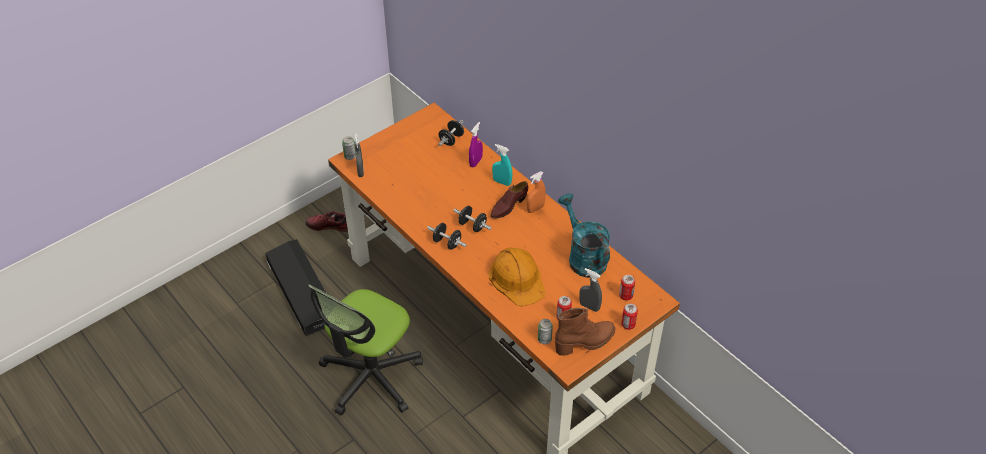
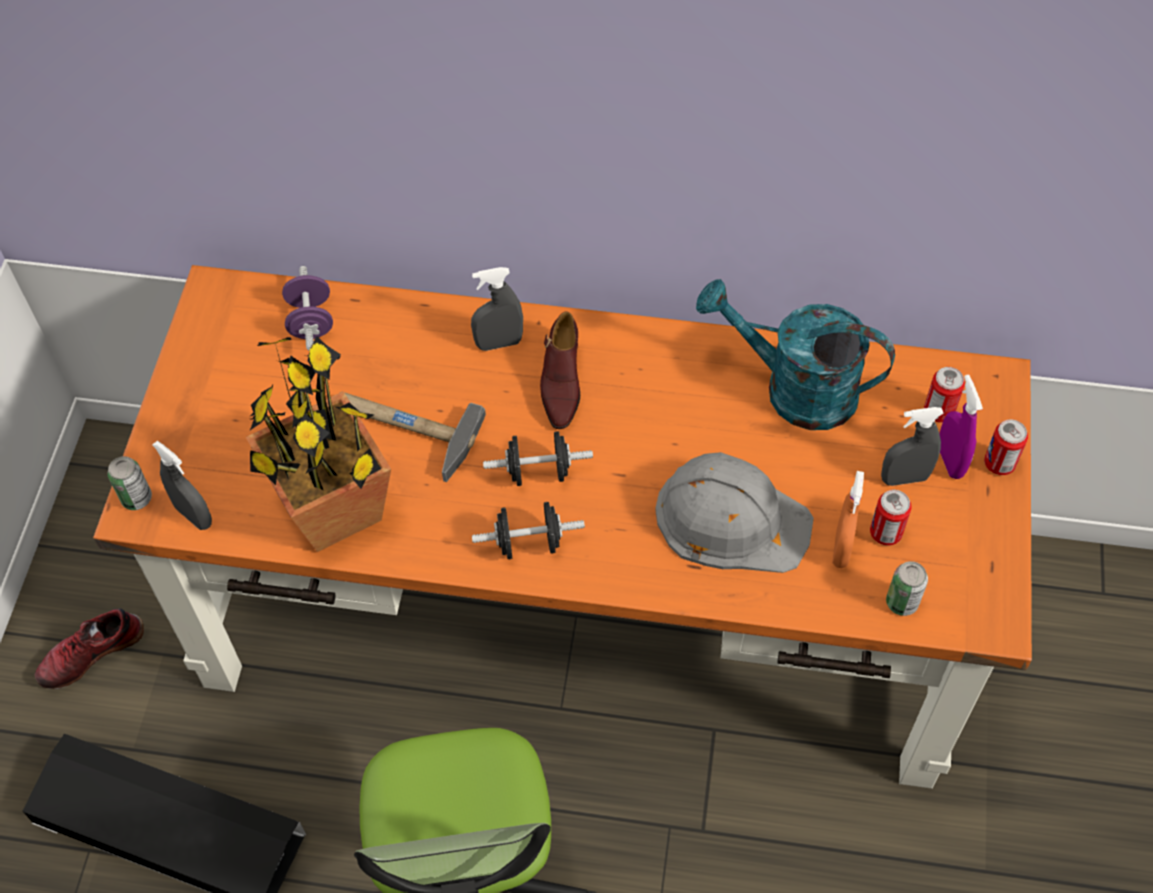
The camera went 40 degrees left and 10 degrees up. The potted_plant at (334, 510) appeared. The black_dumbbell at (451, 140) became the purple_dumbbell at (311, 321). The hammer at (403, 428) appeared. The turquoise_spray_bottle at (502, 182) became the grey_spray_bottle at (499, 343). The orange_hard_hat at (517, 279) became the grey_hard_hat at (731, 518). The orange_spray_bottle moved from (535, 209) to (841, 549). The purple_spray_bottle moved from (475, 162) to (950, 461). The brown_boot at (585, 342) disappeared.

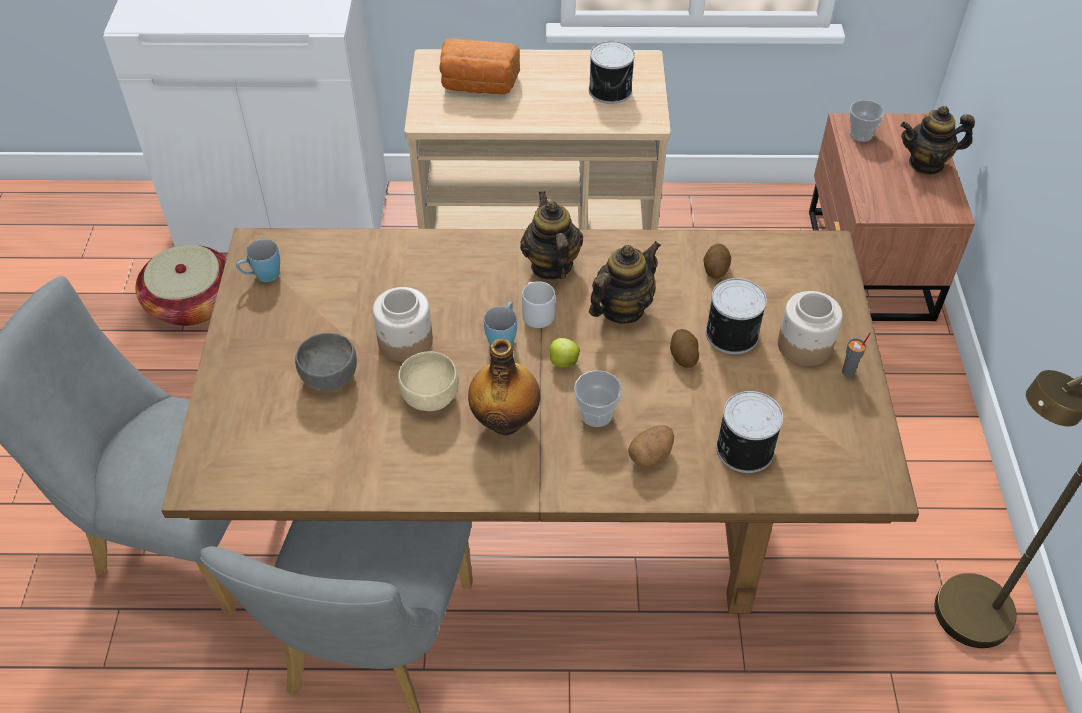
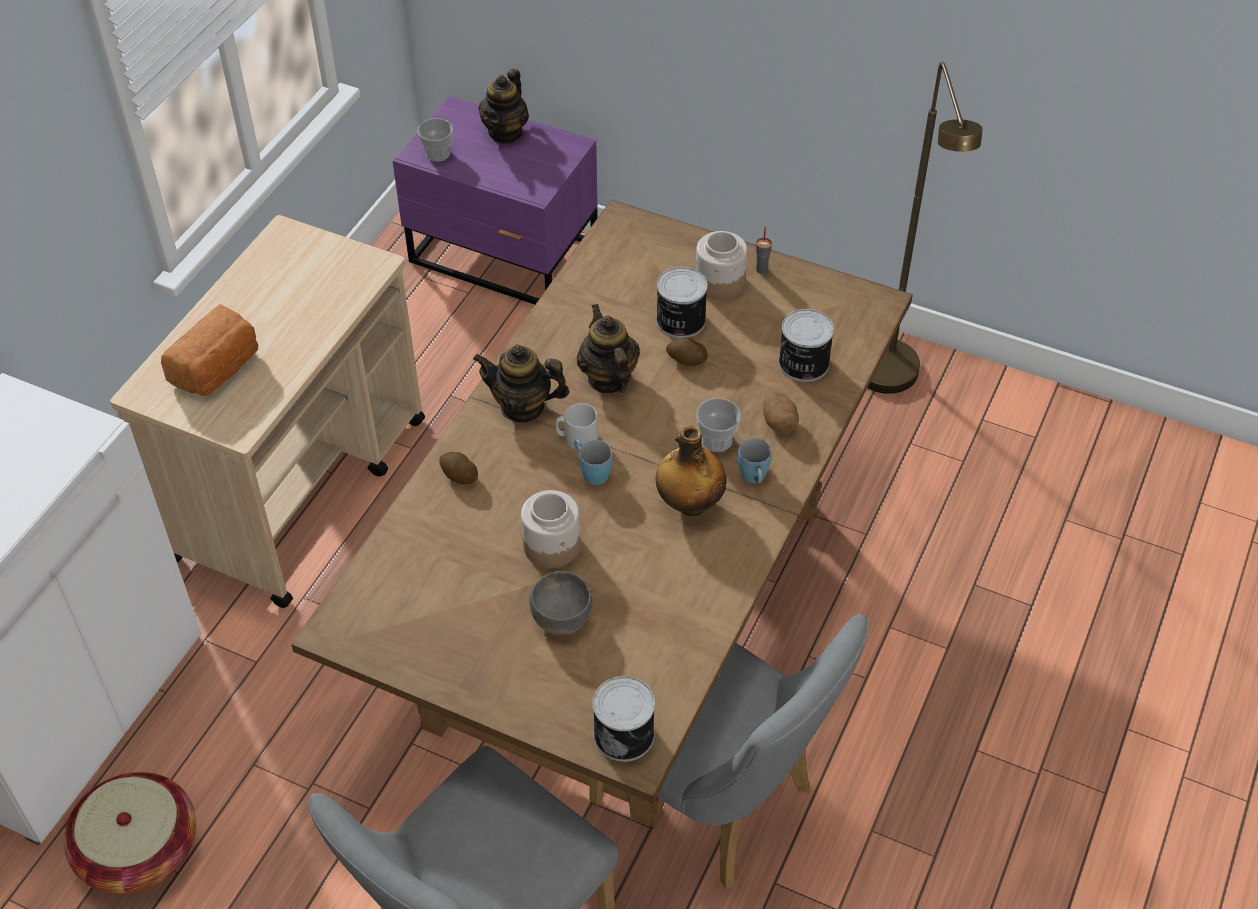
The camera went 65 degrees left and 0 degrees up. The brown_nightstand at (866, 266) became the purple_nightstand at (504, 256). The potato moved from (715, 269) to (459, 476). The can moved from (611, 90) to (625, 733). The blue_mug moved from (262, 276) to (754, 478). The beige_bowl at (430, 397) disappeared. The apple at (562, 362) disappeared.

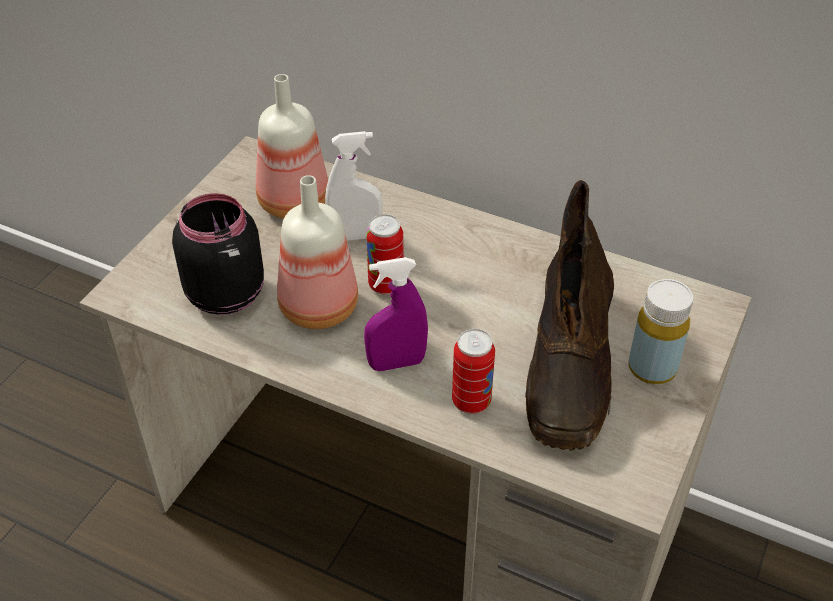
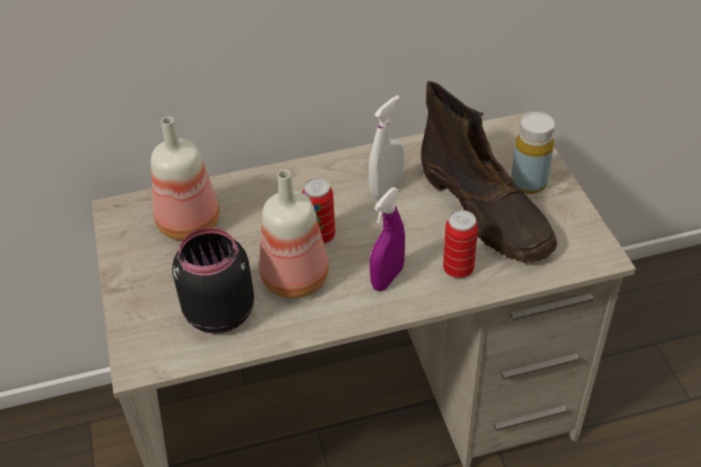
The camera went 40 degrees left and 0 degrees up. The white_spray_bottle moved from (355, 236) to (386, 188).

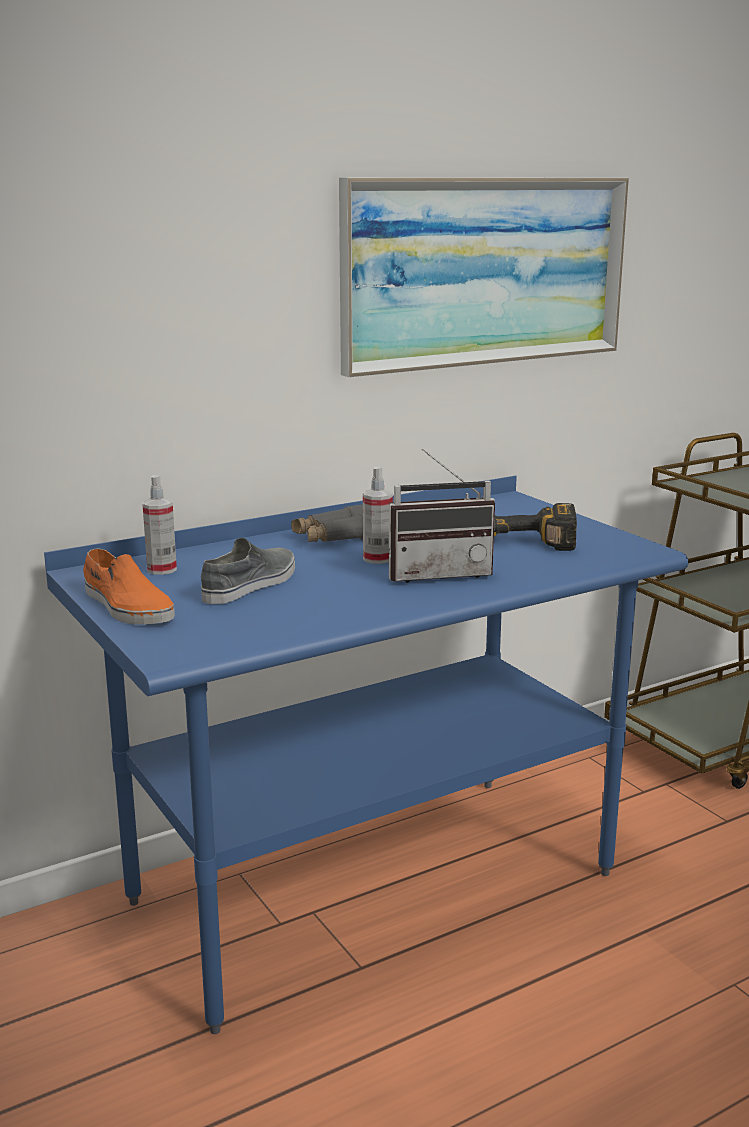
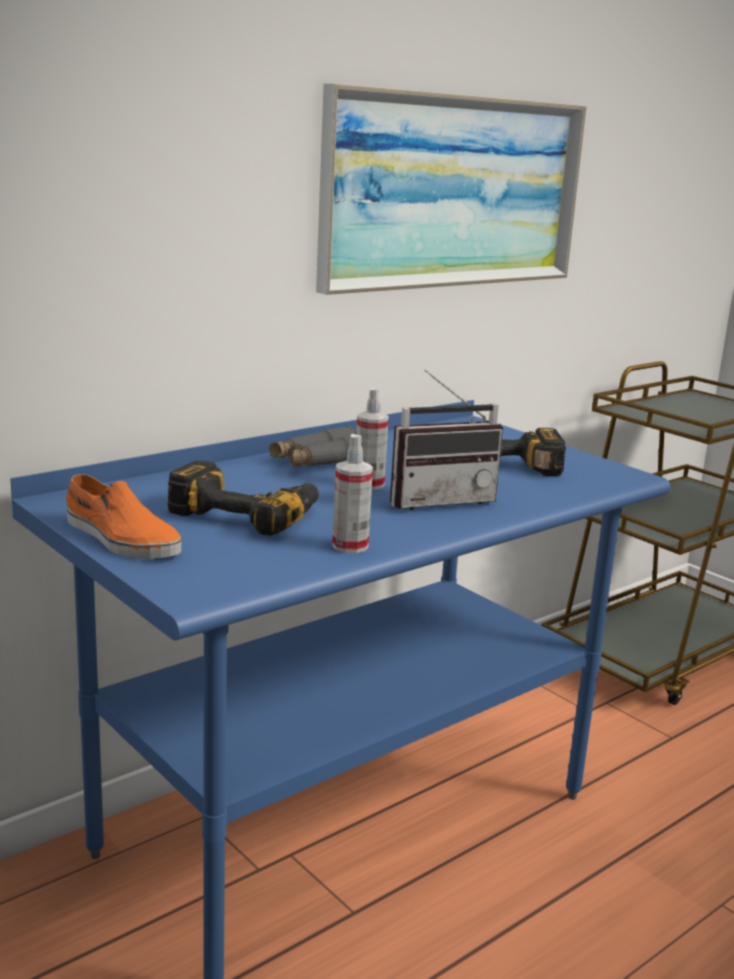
The camera went 10 degrees left and 0 degrees up. The grey_shoe at (251, 584) was replaced by the power_drill at (248, 512). The spray_bottle moved from (161, 569) to (350, 546).

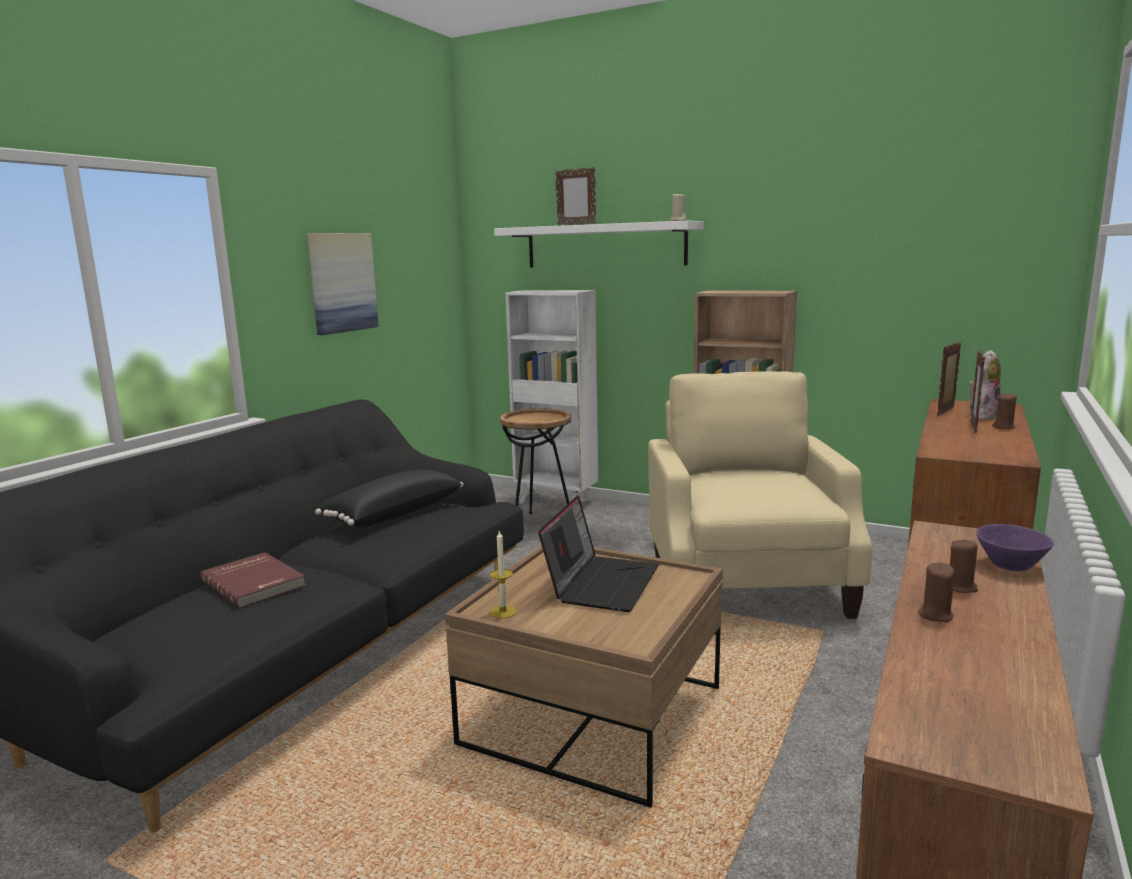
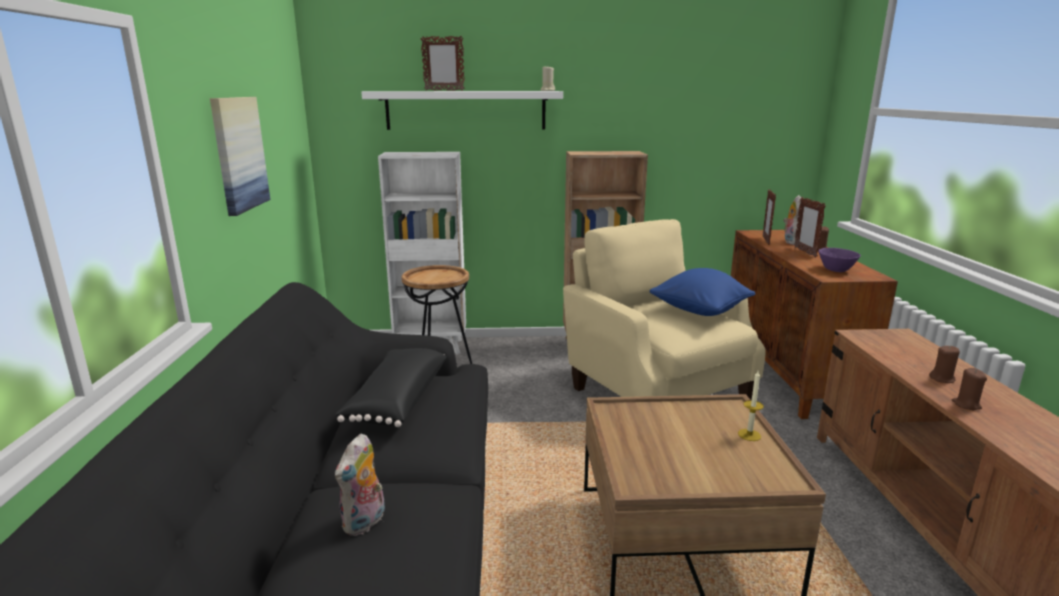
The camera went 30 degrees left and 5 degrees up. The red_book at (255, 583) was replaced by the plush_toy at (365, 523). The blue_pillow at (700, 312) appeared. The candle moved from (503, 612) to (749, 435). The purple_bowl moved from (1008, 566) to (835, 270). The laptop at (601, 583) disappeared.

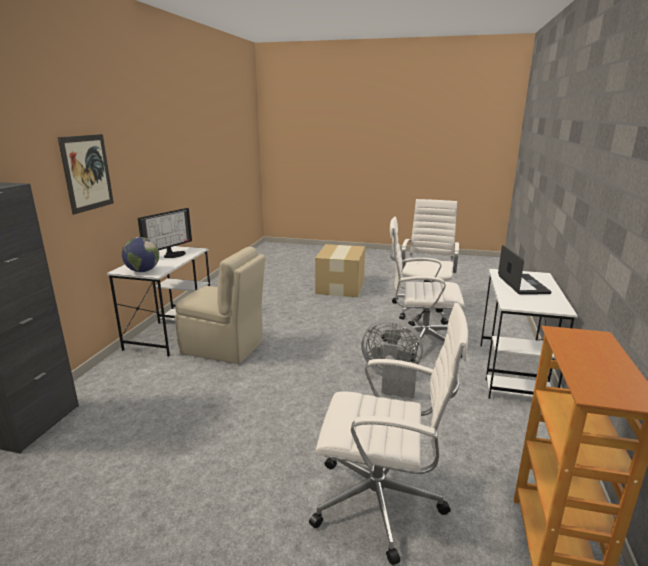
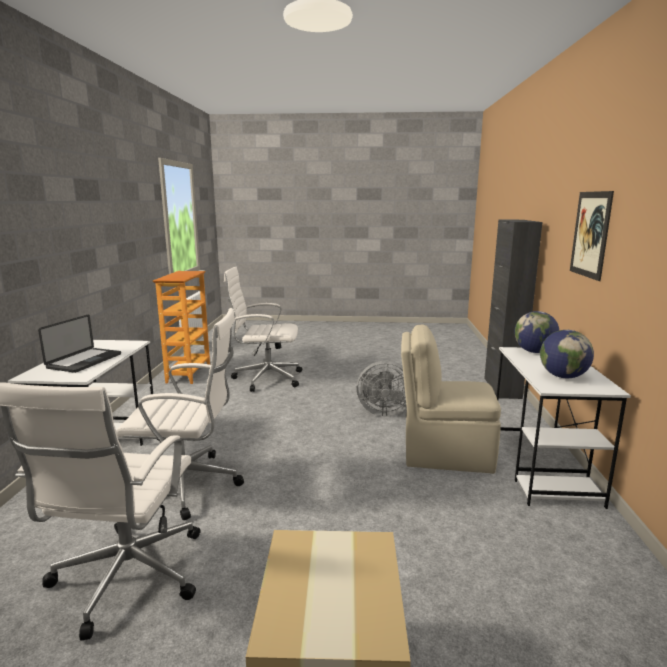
The camera went 170 degrees right and 5 degrees down. The laptop at (522, 285) turned 150 degrees counterclockwise. The grey_fan moved from (391, 378) to (382, 412). The monitor at (173, 254) was replaced by the globe at (563, 376).

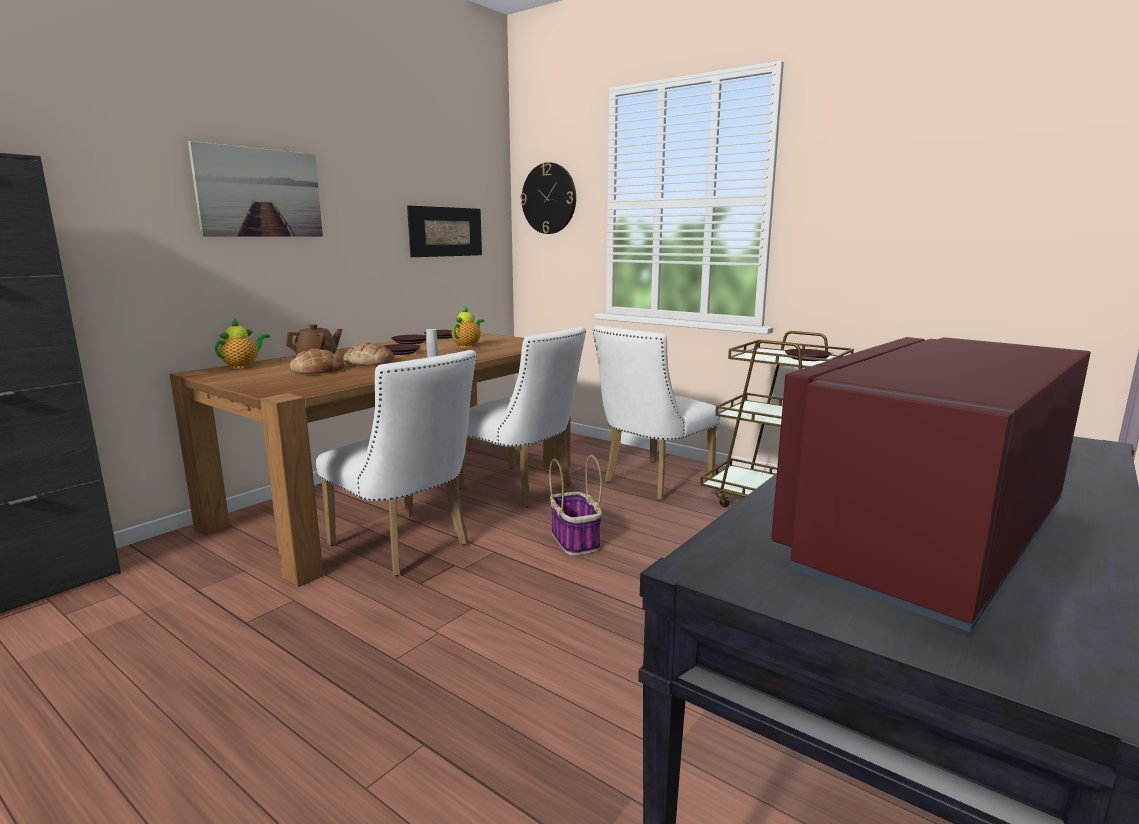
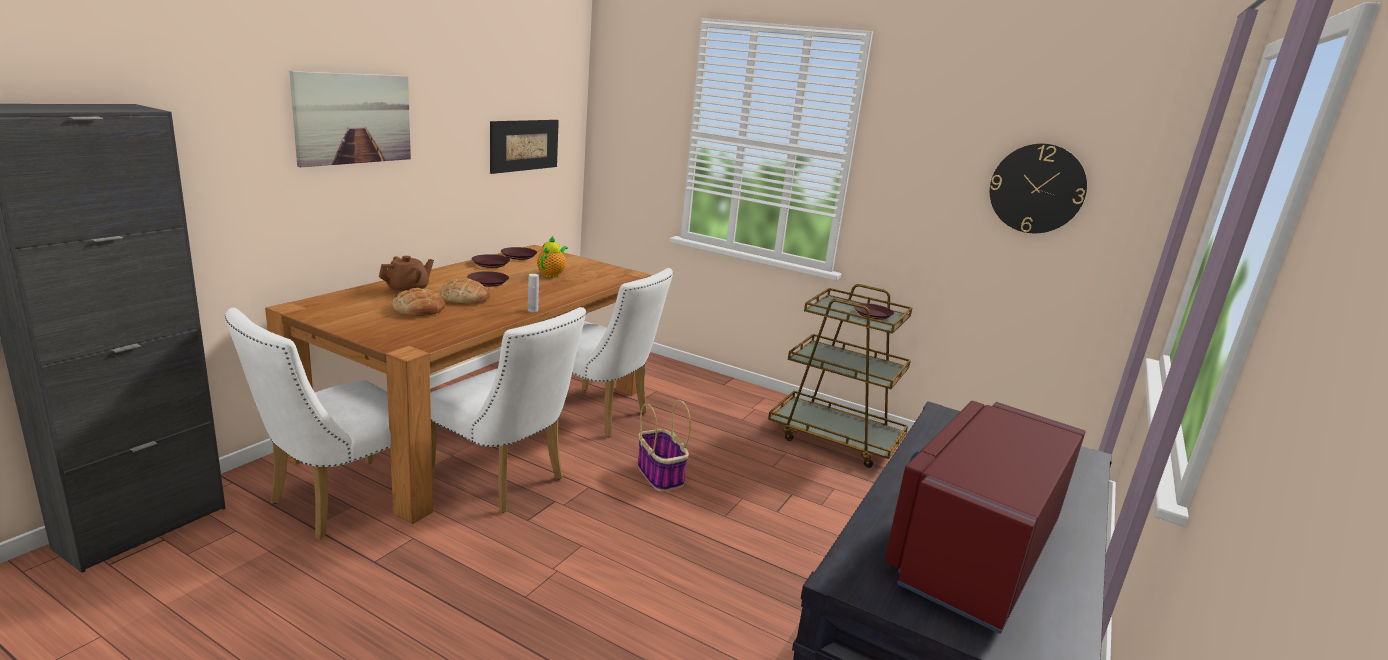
The camera went 10 degrees left and 5 degrees up. The white_chair moved from (651, 482) to (336, 503). The wall_clock moved from (549, 198) to (1037, 188). The teapot at (243, 366) disappeared.

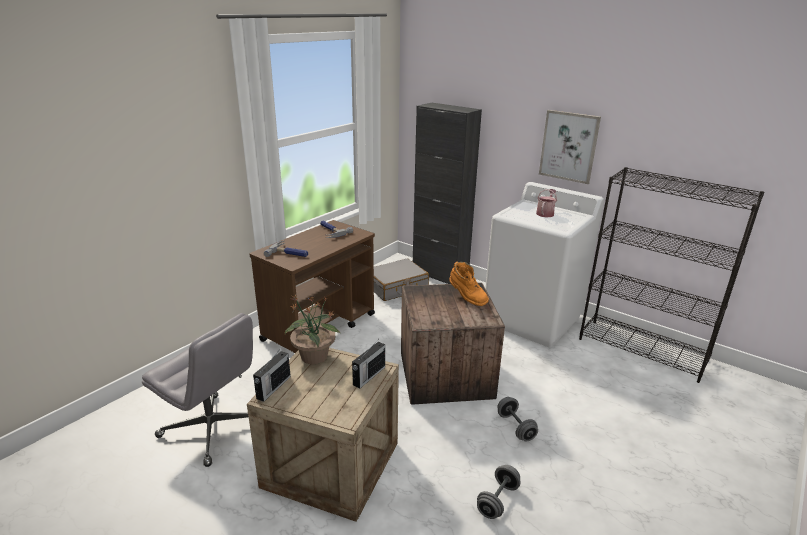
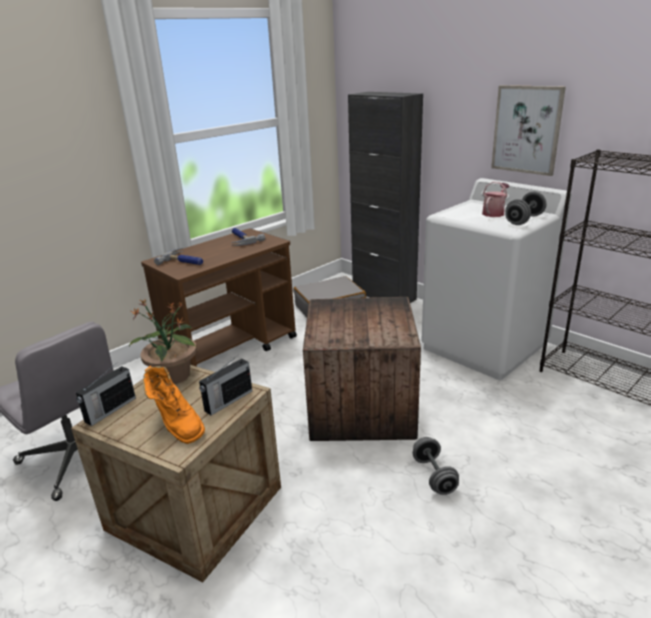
The camera went 10 degrees right and 0 degrees up. The orange_boot moved from (466, 298) to (177, 425). The grey_dumbbell moved from (497, 500) to (524, 220).

